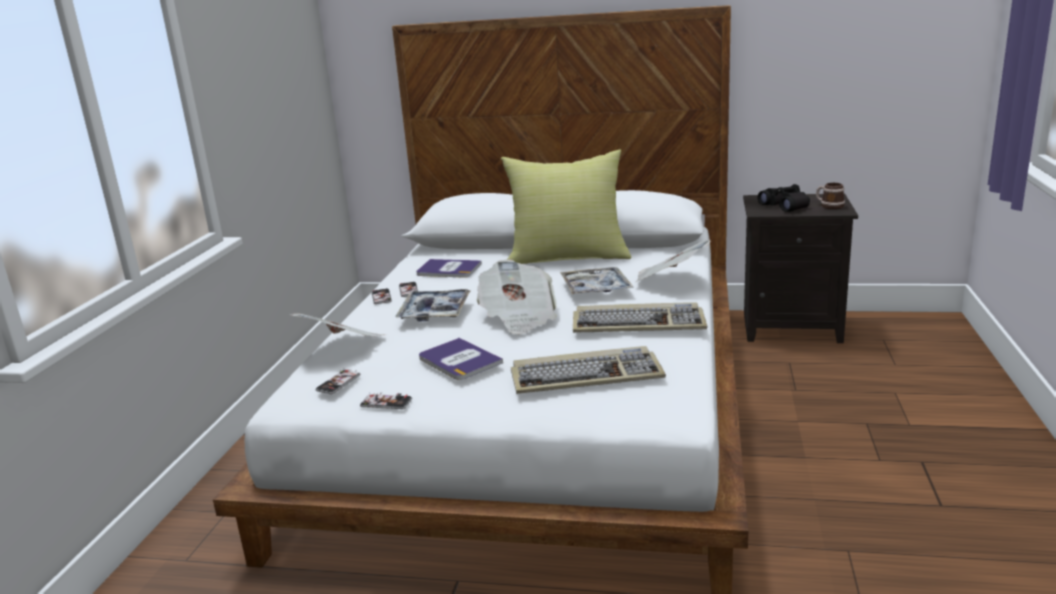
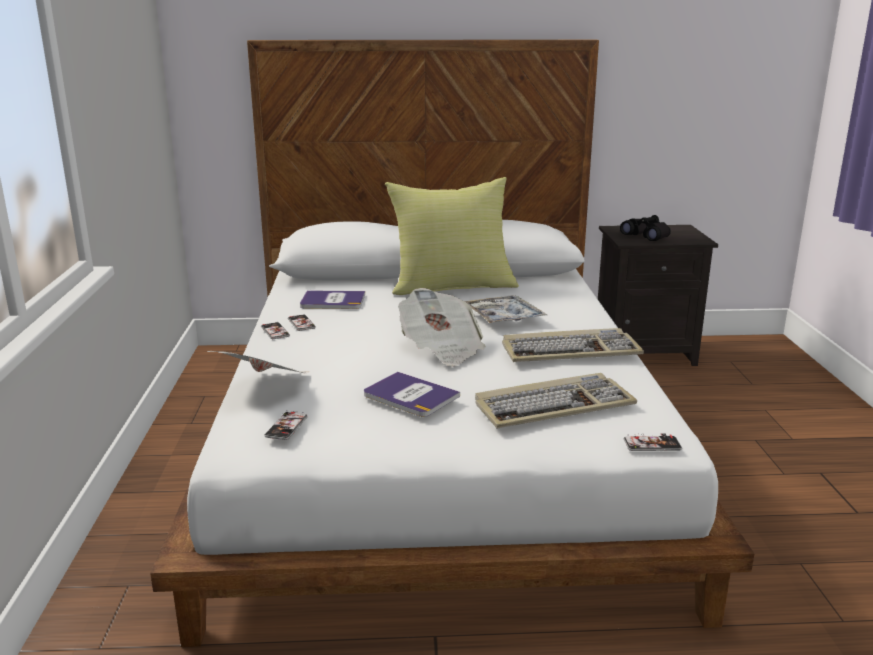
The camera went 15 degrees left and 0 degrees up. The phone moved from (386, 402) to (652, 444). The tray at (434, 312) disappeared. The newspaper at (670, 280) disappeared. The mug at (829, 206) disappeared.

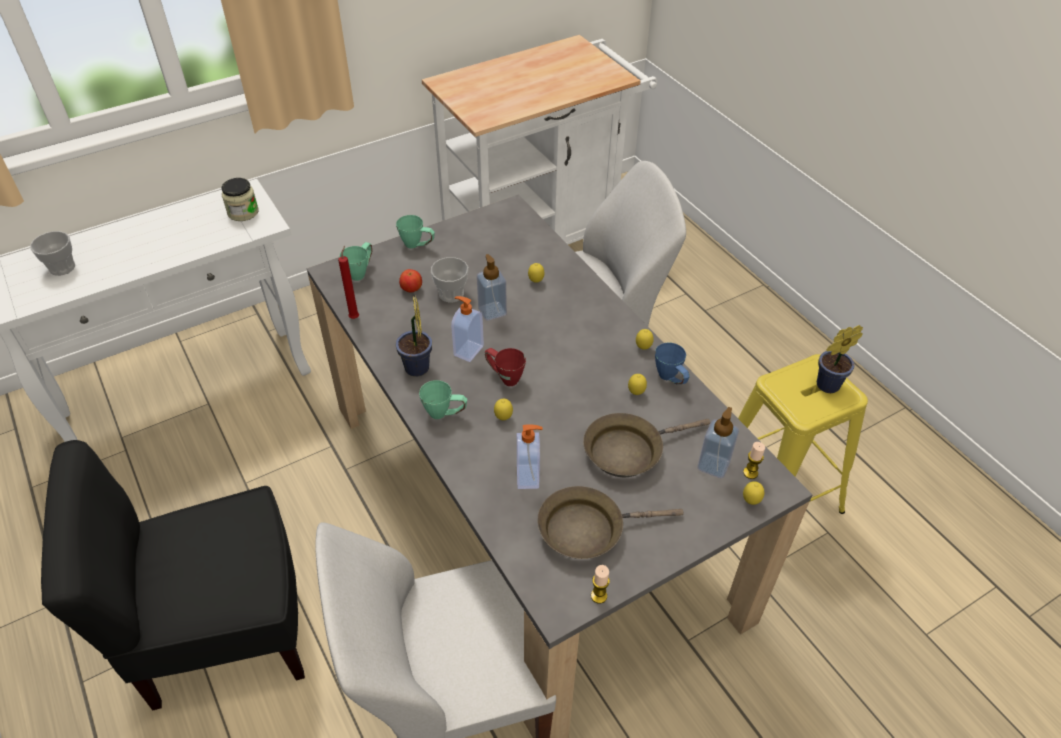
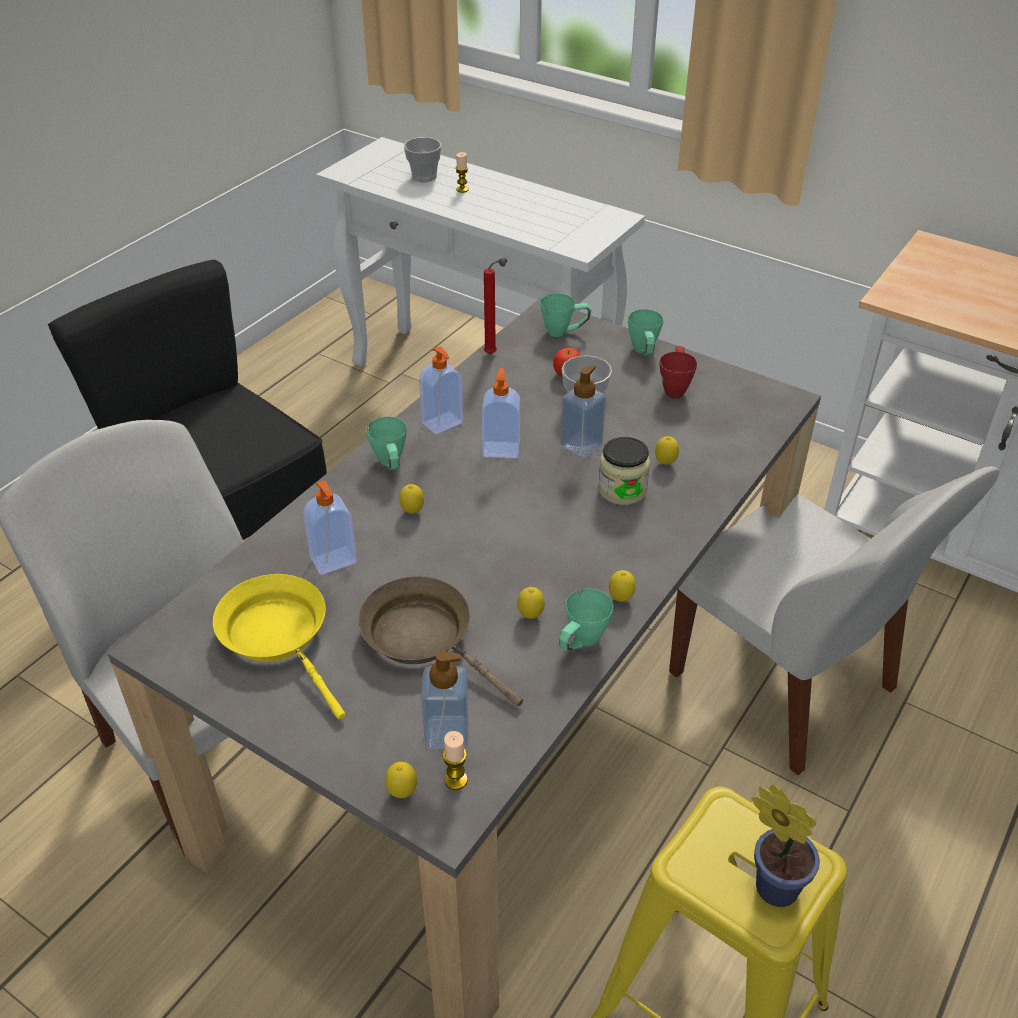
The camera went 65 degrees right and 5 degrees down. The brown_frying_pan at (587, 529) became the yellow_frying_pan at (279, 636). The potted_plant at (417, 370) was replaced by the soap_dispenser at (443, 423). The candle moved from (599, 596) to (462, 189). The blue_mug at (671, 379) became the green_mug at (580, 645). The jar moved from (243, 212) to (622, 490). The red_mug moved from (504, 377) to (675, 387).

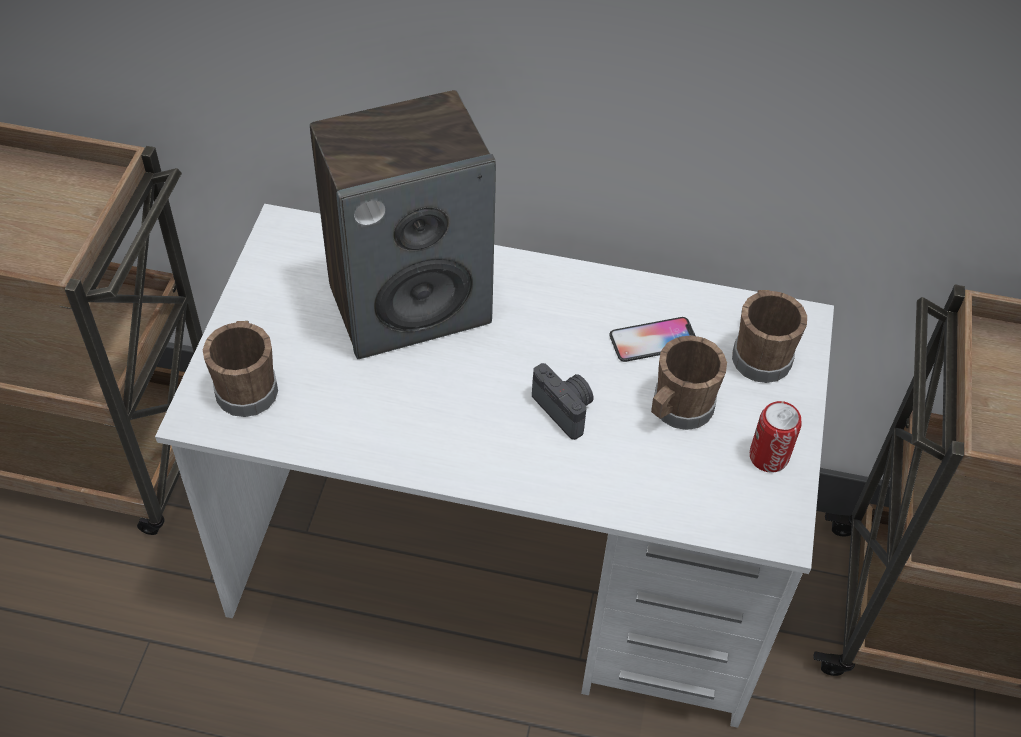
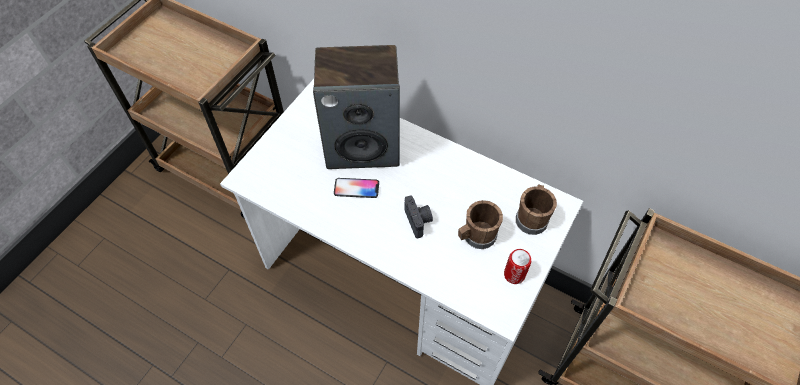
The camera went 20 degrees right and 5 degrees up. The phone moved from (653, 341) to (356, 188). The brown_mug at (247, 386) disappeared.

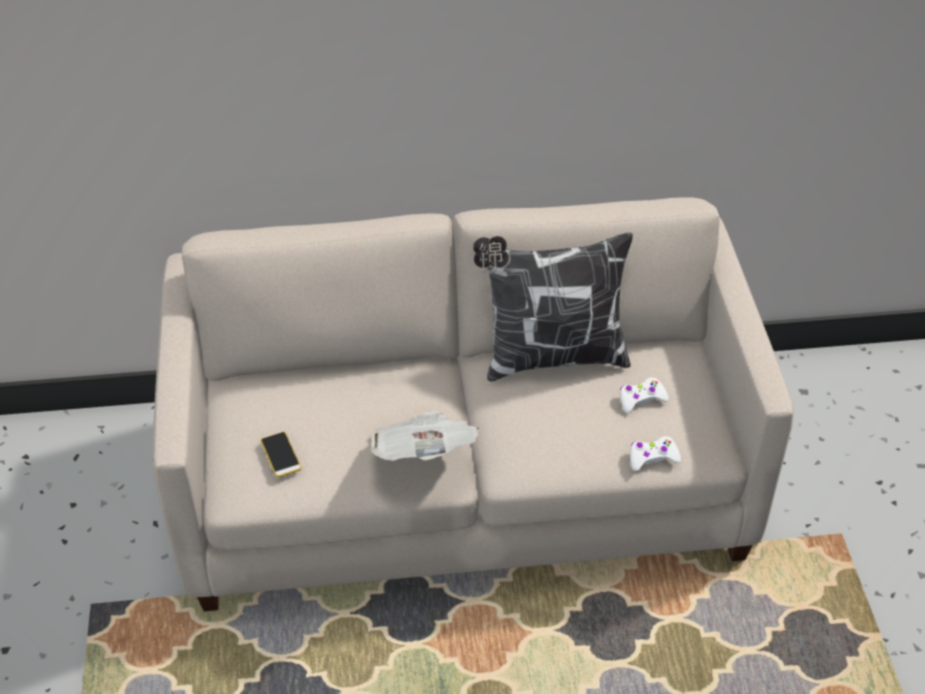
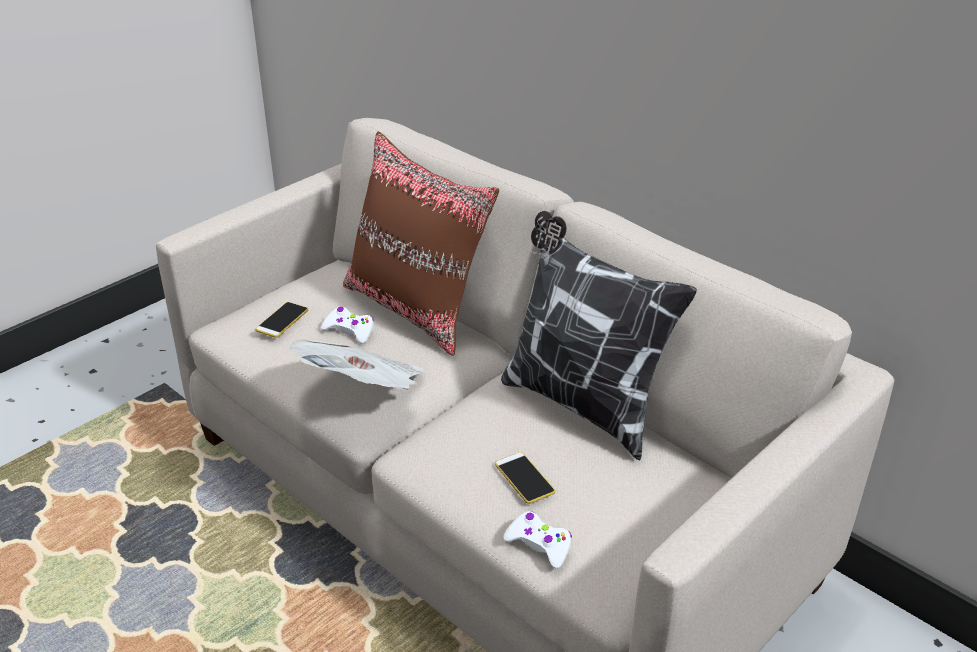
The camera went 50 degrees right and 10 degrees down. The white_game_controller moved from (641, 399) to (349, 330). The brown_pillow at (417, 309) appeared. The phone at (524, 478) appeared.

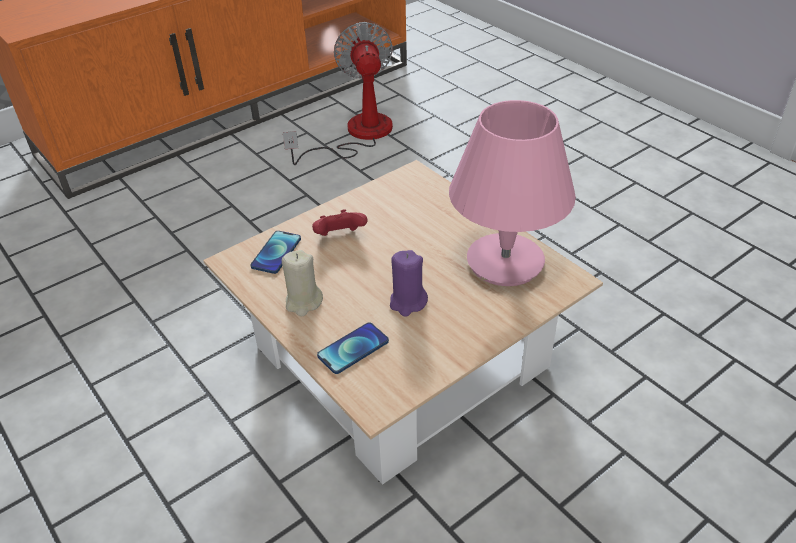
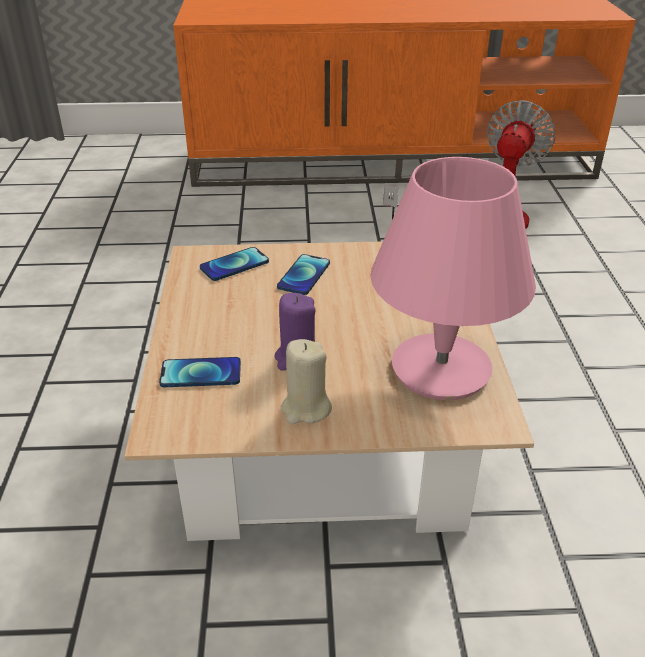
The camera went 35 degrees right and 5 degrees down. The red_game_controller at (340, 237) was replaced by the phone at (304, 275). The beige_candle moved from (303, 302) to (305, 409).

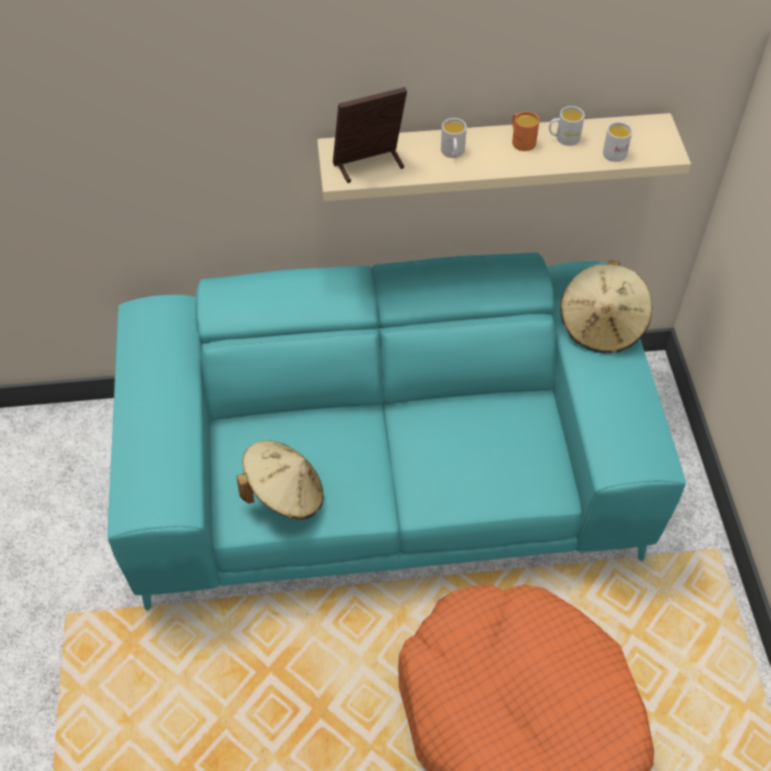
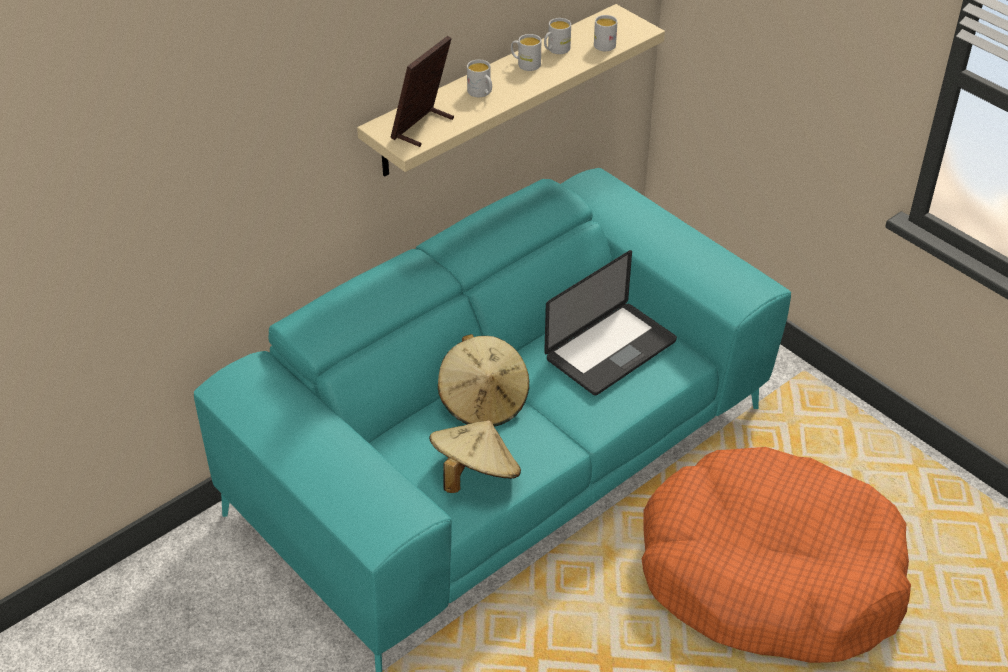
The camera went 35 degrees left and 10 degrees down. The beige_hat moved from (602, 326) to (484, 401). The orange_mug at (521, 140) became the white_mug at (525, 64). The laptop at (610, 350) appeared.

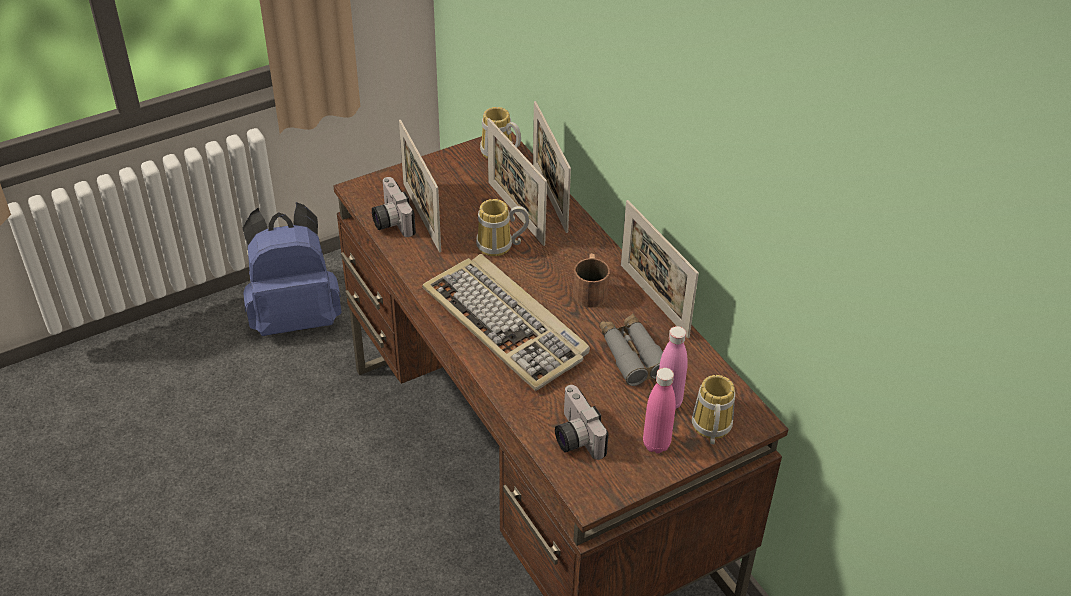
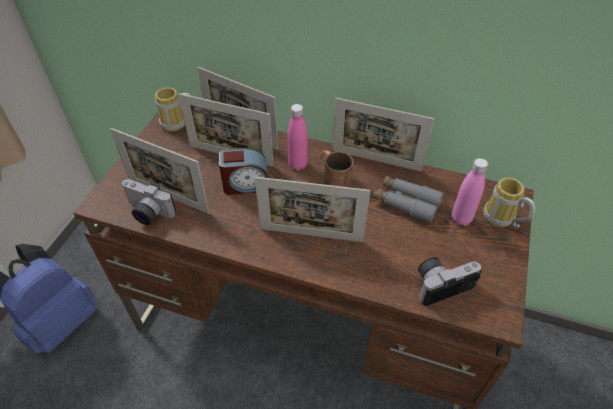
The camera went 40 degrees left and 5 degrees up. The mug at (499, 247) was replaced by the alarm_clock at (245, 184). The keyboard at (507, 325) was replaced by the picture_frame at (311, 235). The pink_bottle moved from (656, 444) to (298, 164). The photo_camera at (574, 437) turned 135 degrees clockwise.

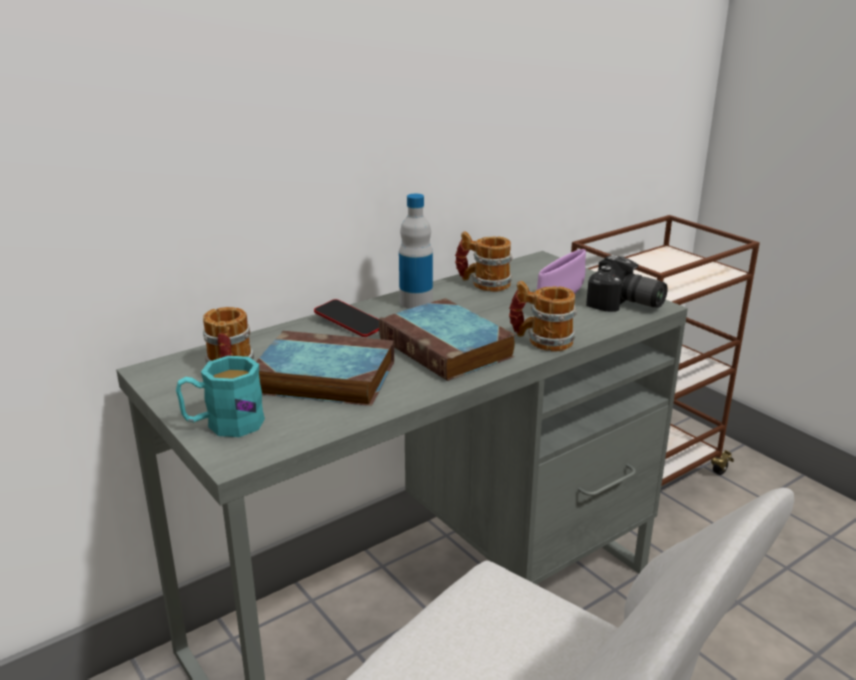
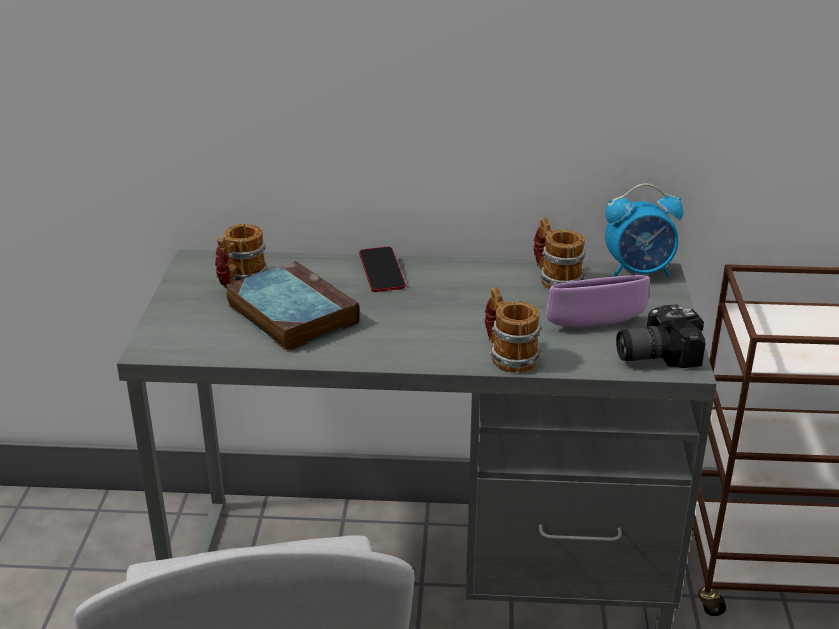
The camera went 40 degrees right and 5 degrees up. The alarm_clock at (639, 272) appeared. The photo_camera at (625, 305) turned 90 degrees clockwise. The turquoise_mug at (223, 424) disappeared. The book at (448, 348) disappeared. The bottle at (416, 302) disappeared.

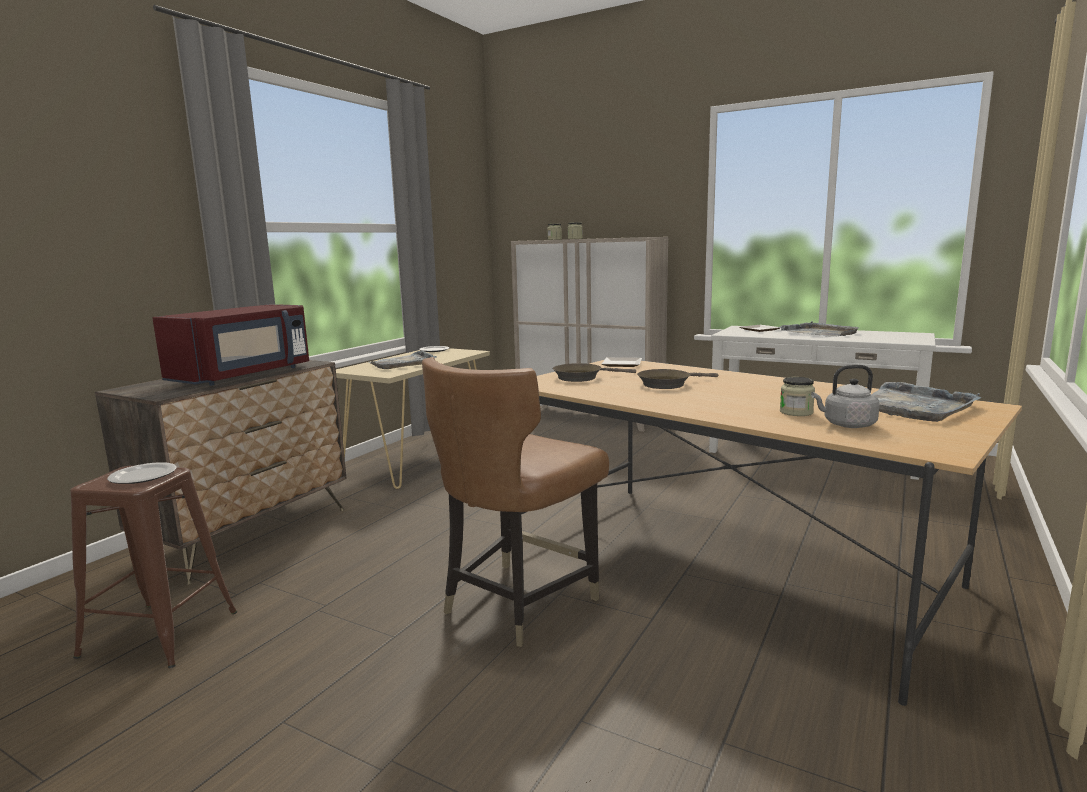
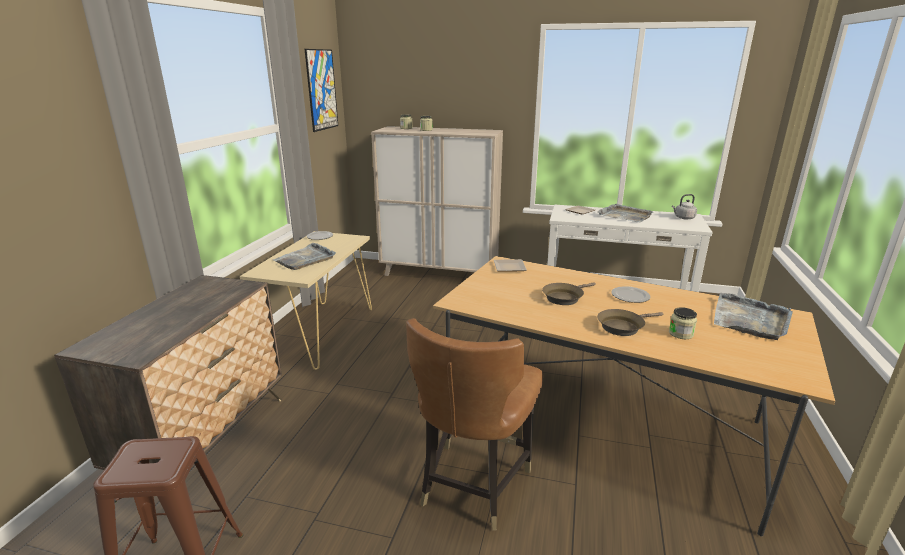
The camera went 15 degrees left and 10 degrees up. The picture at (322, 90) appeared. The brown_frying_pan moved from (581, 377) to (623, 326). The plate moved from (142, 476) to (629, 296). The grey_kettle moved from (846, 425) to (683, 218). The red_microwave at (245, 375) disappeared.

